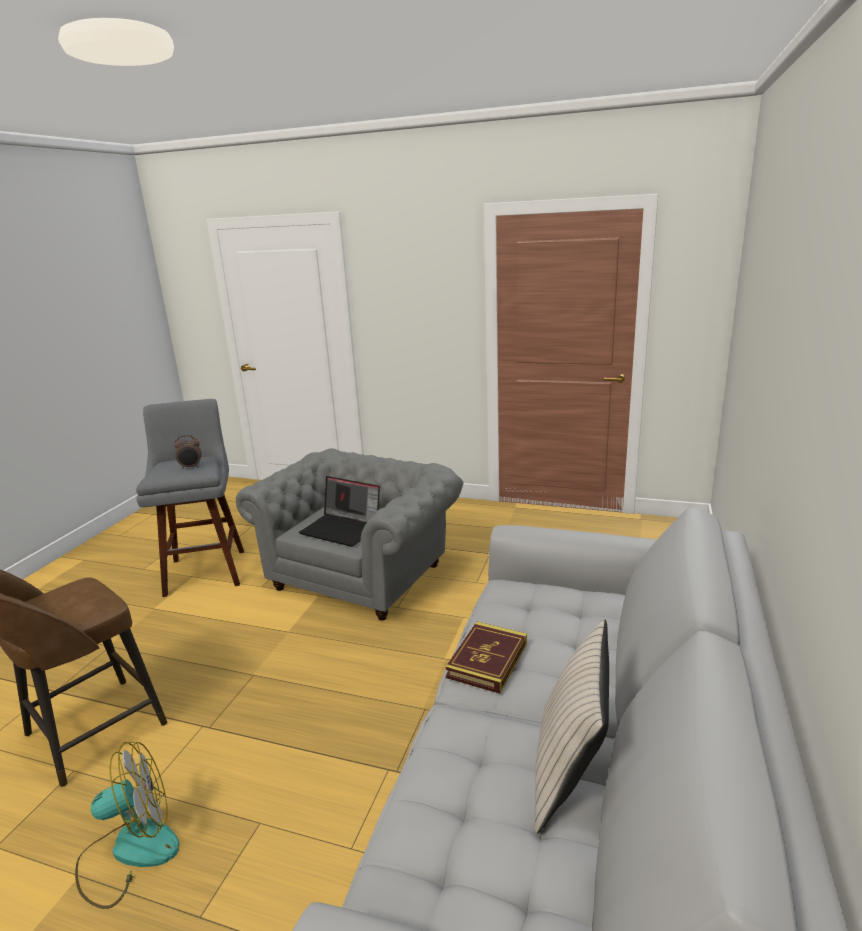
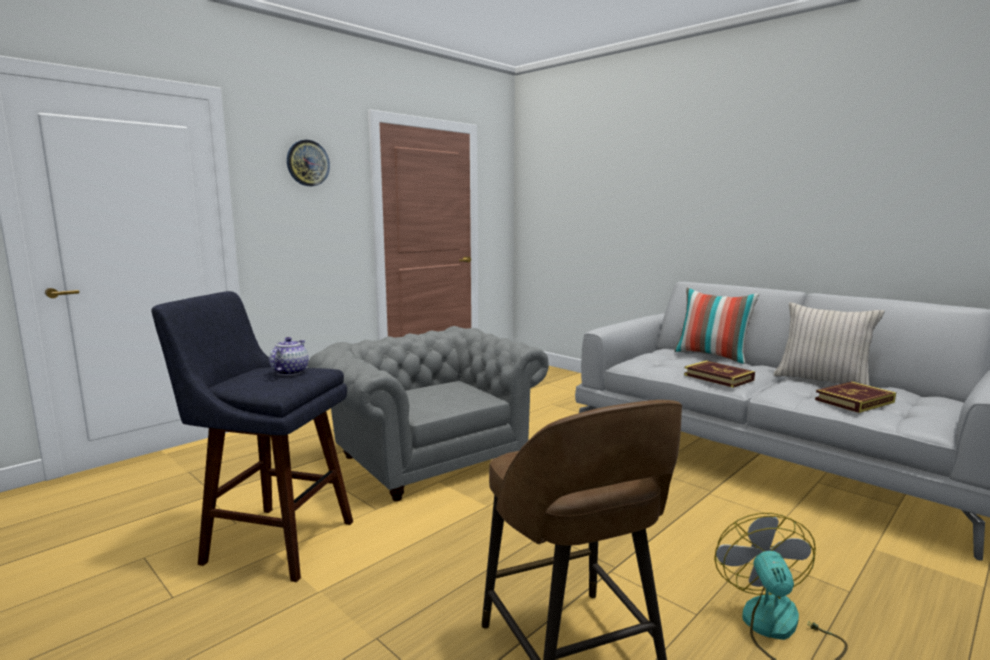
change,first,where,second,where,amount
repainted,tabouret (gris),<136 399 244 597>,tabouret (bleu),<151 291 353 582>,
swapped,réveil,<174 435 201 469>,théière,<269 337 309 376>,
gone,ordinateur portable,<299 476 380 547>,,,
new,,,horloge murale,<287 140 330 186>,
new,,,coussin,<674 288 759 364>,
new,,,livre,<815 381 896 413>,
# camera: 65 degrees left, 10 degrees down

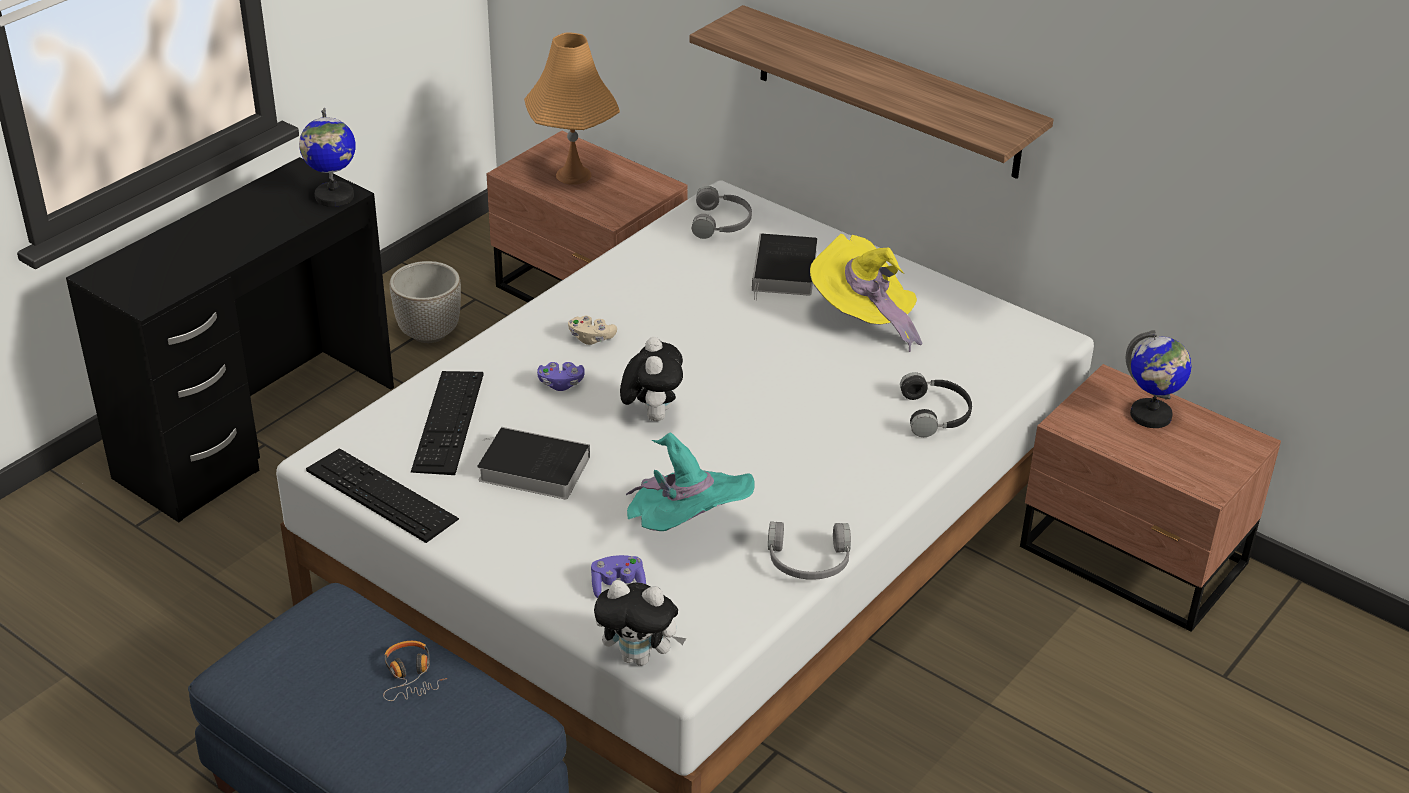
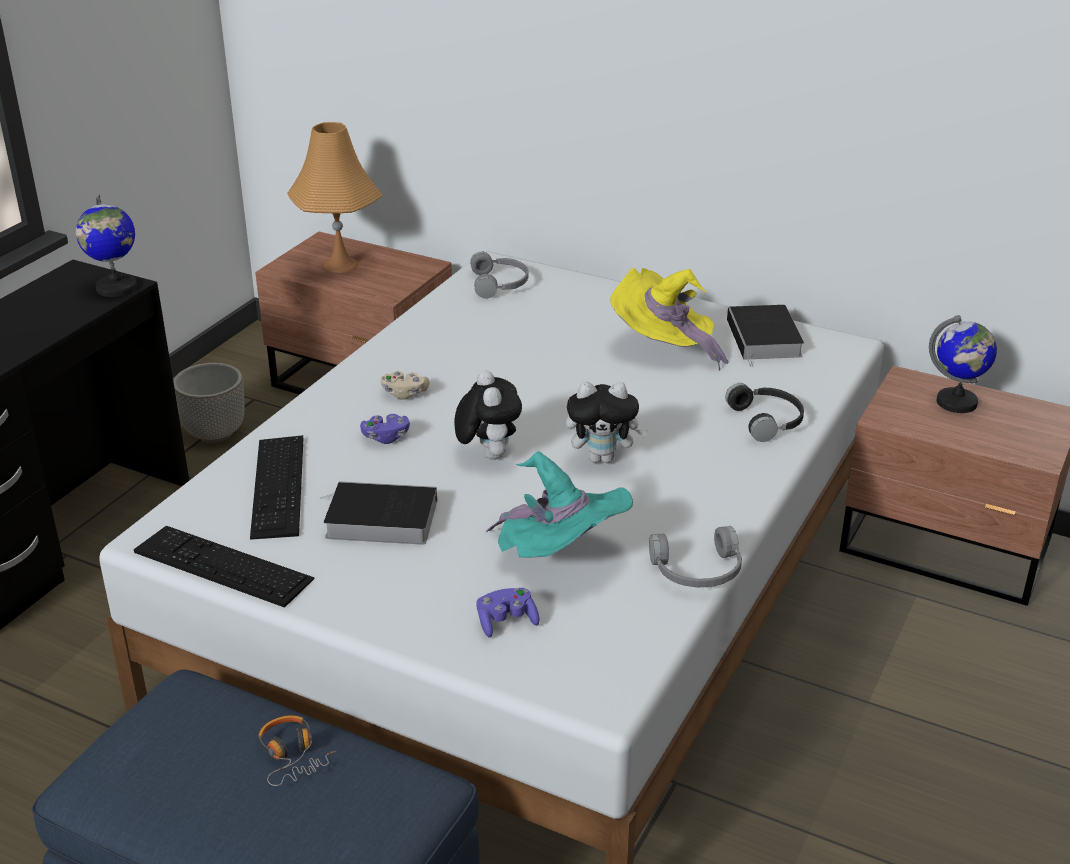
change,first,where,second,where,amount
shifted,peluche,<594 580 686 666>,,<566 382 648 463>,
gone,étagère,<689 5 1054 179>,,,
shifted,livre,<752 233 817 300>,,<727 305 804 367>,
# camera: 10 degrees left, 5 degrees down

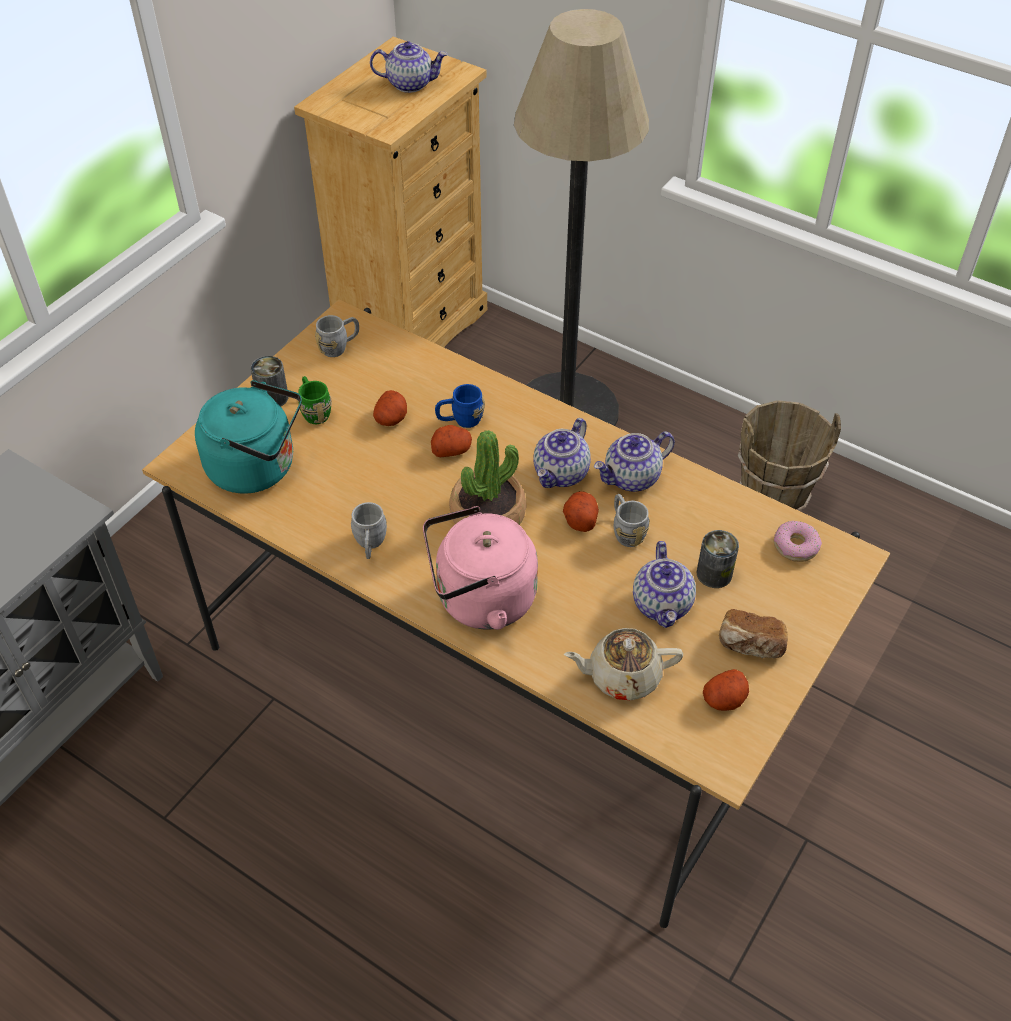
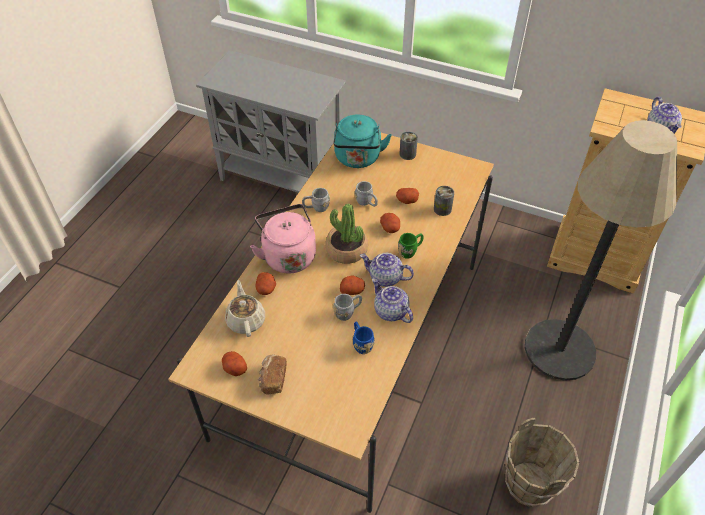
change,first,where,second,where,amount
shifted,mug (vert),<298 376 332 424>,,<398 233 424 259>,
shifted,mug (gris),<315 315 359 357>,,<355 181 378 207>,
shifted,mug (bleu),<435 384 485 428>,,<353 321 375 354>,
gone,théière,<633 541 696 628>,,,
shifted,boîte métallique,<697 530 739 588>,,<434 186 454 216>,
gone,beignet,<773 521 822 562>,,,
new,,,pomme de terre,<255 272 276 295>,
# camera: 80 degrees right, 0 degrees up

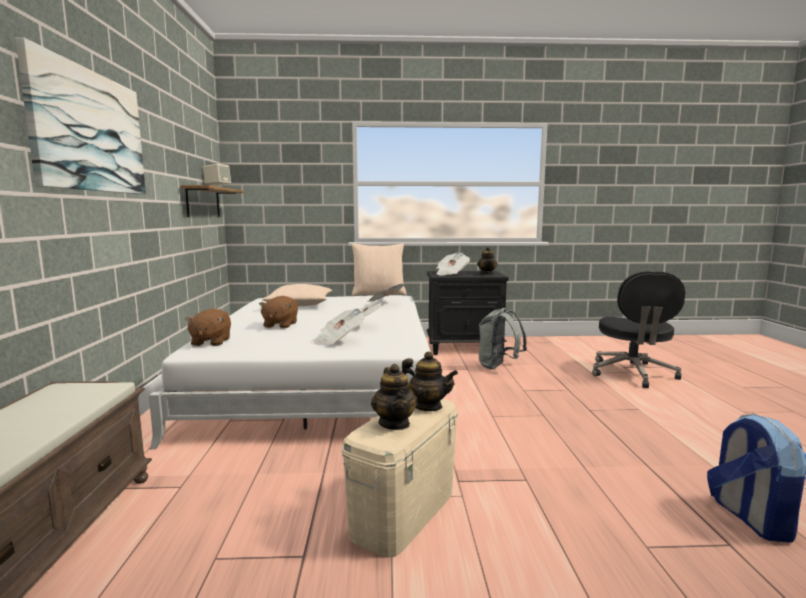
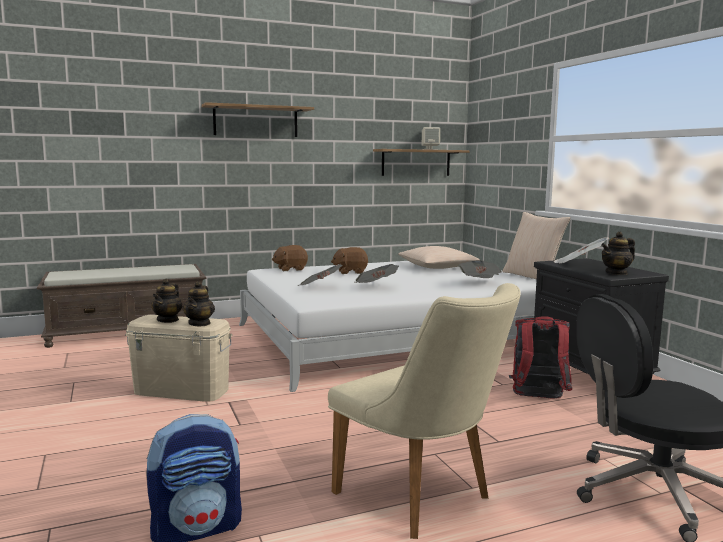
change,first,where,second,where,amount
swapped,tableau,<15 37 146 194>,étagère,<201 102 314 137>,
rotated,théière,<371 364 418 430>,,<151 279 182 323>,45 degrees counterclockwise
repainted,sac à dos (gris),<479 308 527 369>,sac à dos (rouge),<509 316 572 398>,
new,,,chaise (beige),<328 283 521 539>,
# camera: 70 degrees right, 0 degrees up

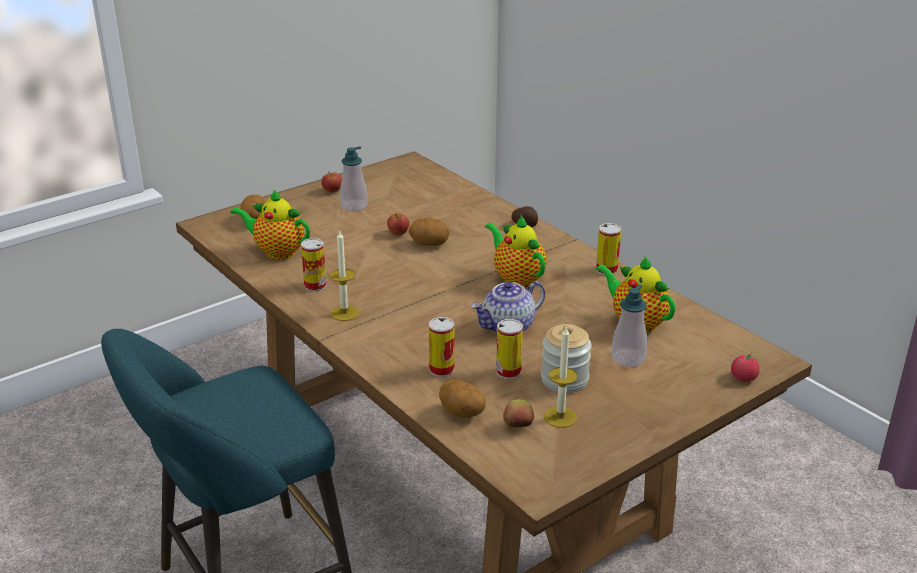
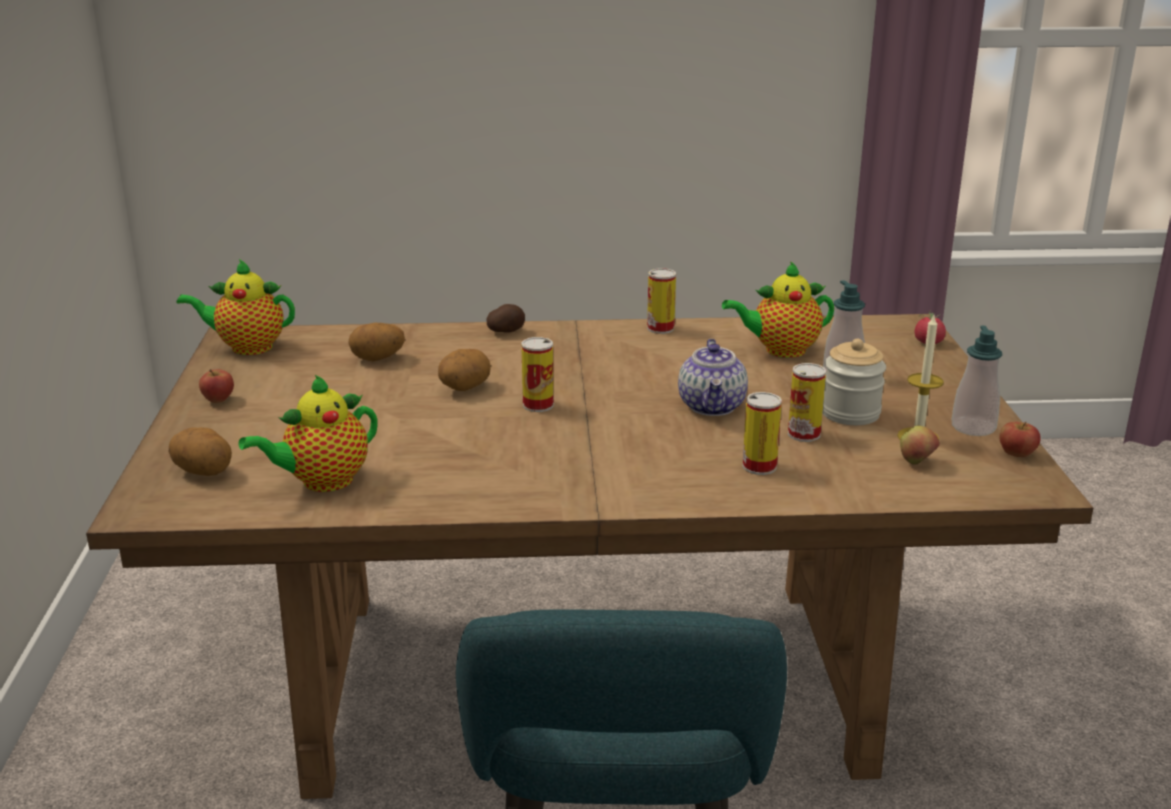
change,first,where,second,where,amount
shifted,boîte métallique,<301 238 327 292>,,<521 337 554 412>,
gone,bougie,<330 230 359 321>,,,
shifted,distributeur de savon,<340 146 367 211>,,<952 326 1002 436>,
shifted,pomme,<387 213 409 236>,,<999 421 1041 457>,
shifted,pomme de terre,<439 380 486 418>,,<349 323 405 361>,
shifted,théière,<485 216 546 288>,,<176 259 295 355>,
# camera: 55 degrees left, 5 degrees down

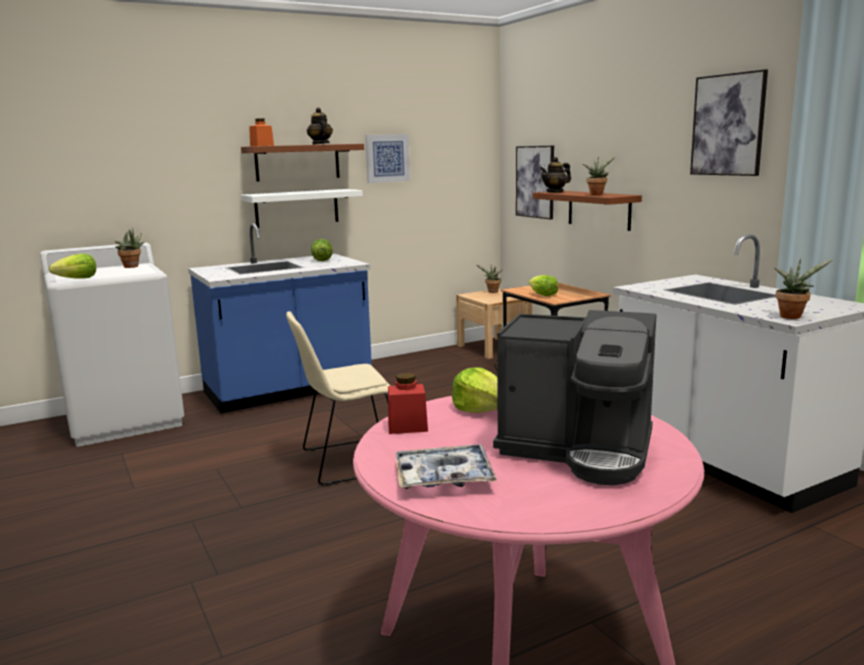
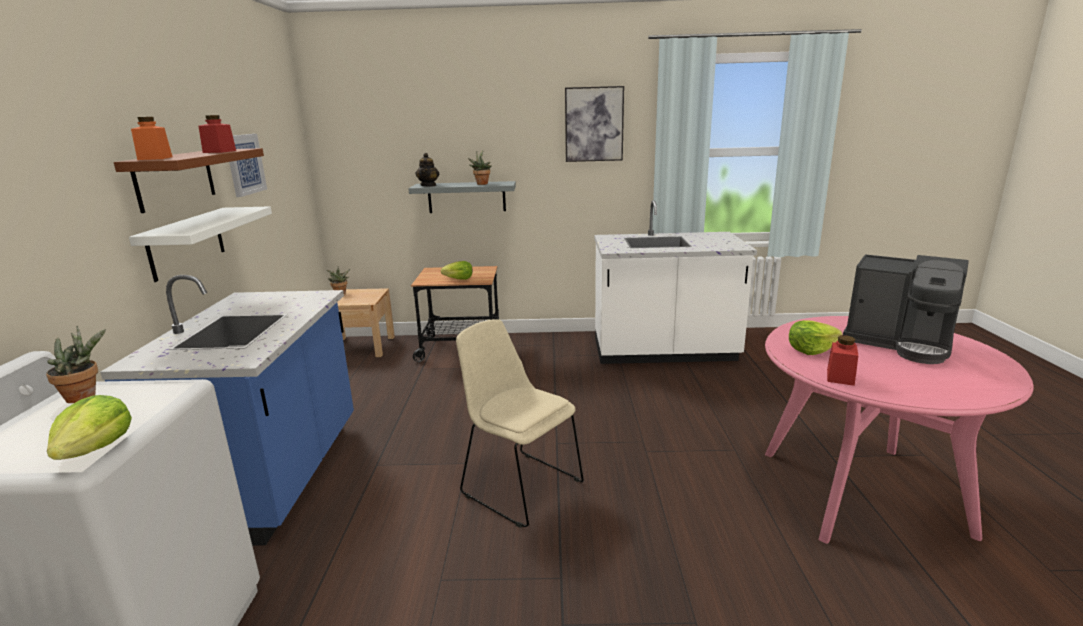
change,first,where,second,where,amount
rotated,chaise (beige),<286 311 390 486>,,<456 319 584 528>,120 degrees clockwise
swapped,théière,<307 107 333 145>,bocal (rouge),<198 115 236 153>,
gone,laitue,<311 239 332 261>,,,
gone,plateau,<395 445 497 489>,,,
rotated,machine à café,<493 310 657 485>,,<843 254 969 364>,75 degrees clockwise
gone,tableau,<516 146 554 219>,,,
repainted,étagère (marron),<532 191 642 231>,étagère (gris),<408 181 516 213>,
gone,plante en pot,<774 259 832 319>,,,
# camera: 60 degrees left, 5 degrees up

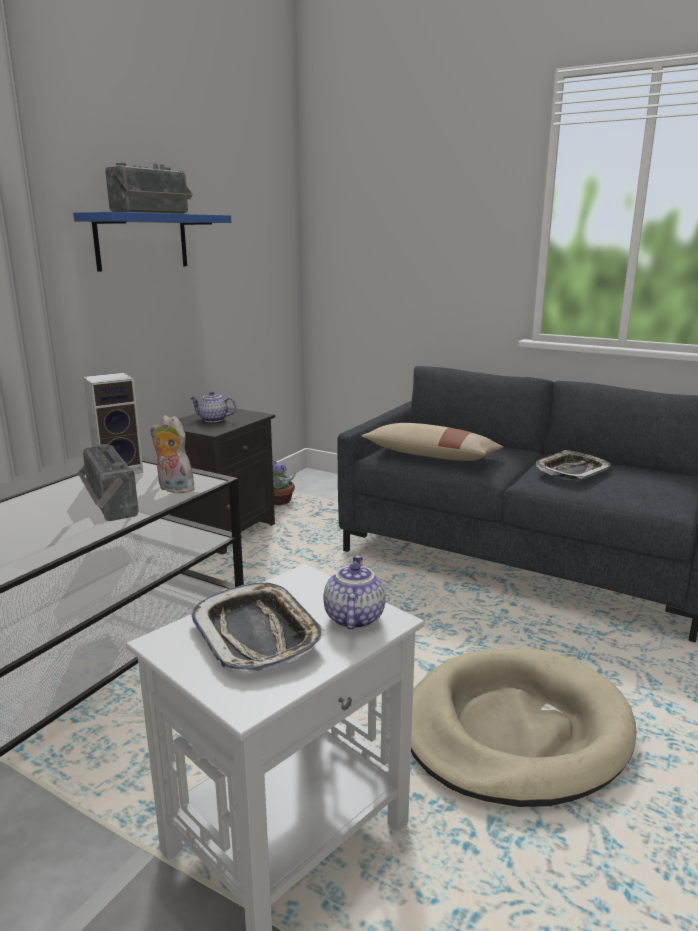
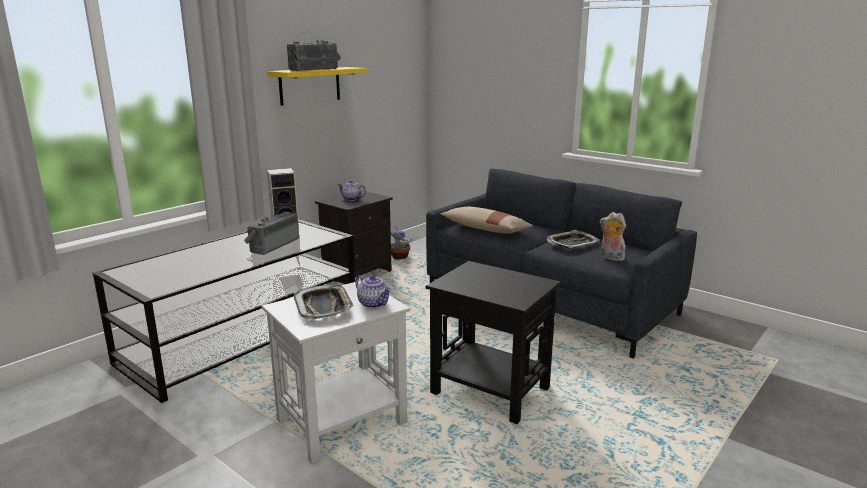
change,first,where,second,where,amount
repainted,étagère (bleu),<73 212 231 272>,étagère (jaune),<267 67 367 106>,
rotated,radio,<78 444 138 521>,,<244 212 299 255>,45 degrees clockwise
shifted,peluche,<150 415 198 493>,,<600 212 626 261>,
rotated,théière,<324 555 385 629>,,<355 275 391 308>,120 degrees clockwise
swapped,panier pour chien (beige),<411 648 637 807>,table d'appoint (noir),<425 261 561 424>,
# camera: 10 degrees right, 0 degrees up

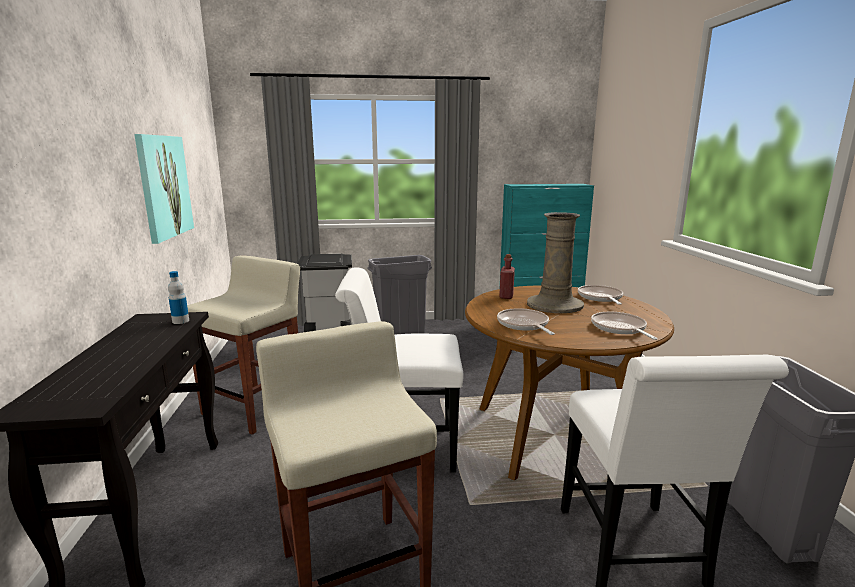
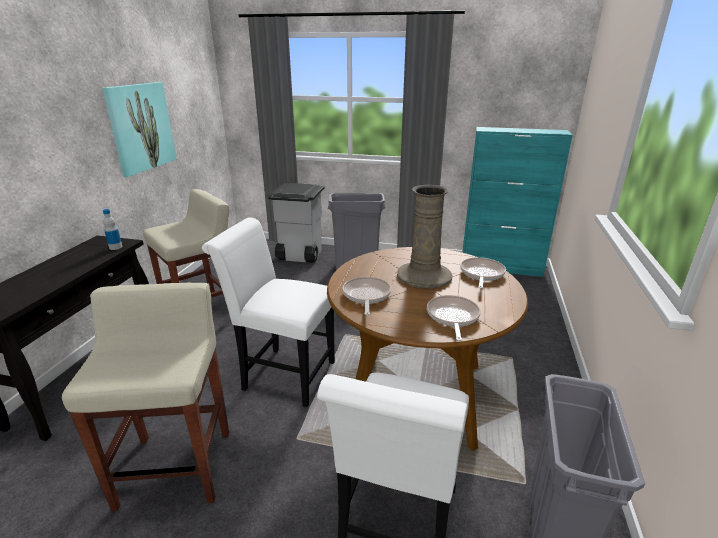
change,first,where,second,where,amount
gone,bouteille (rouge),<499 254 515 299>,,,
# camera: 20 degrees right, 10 degrees up

